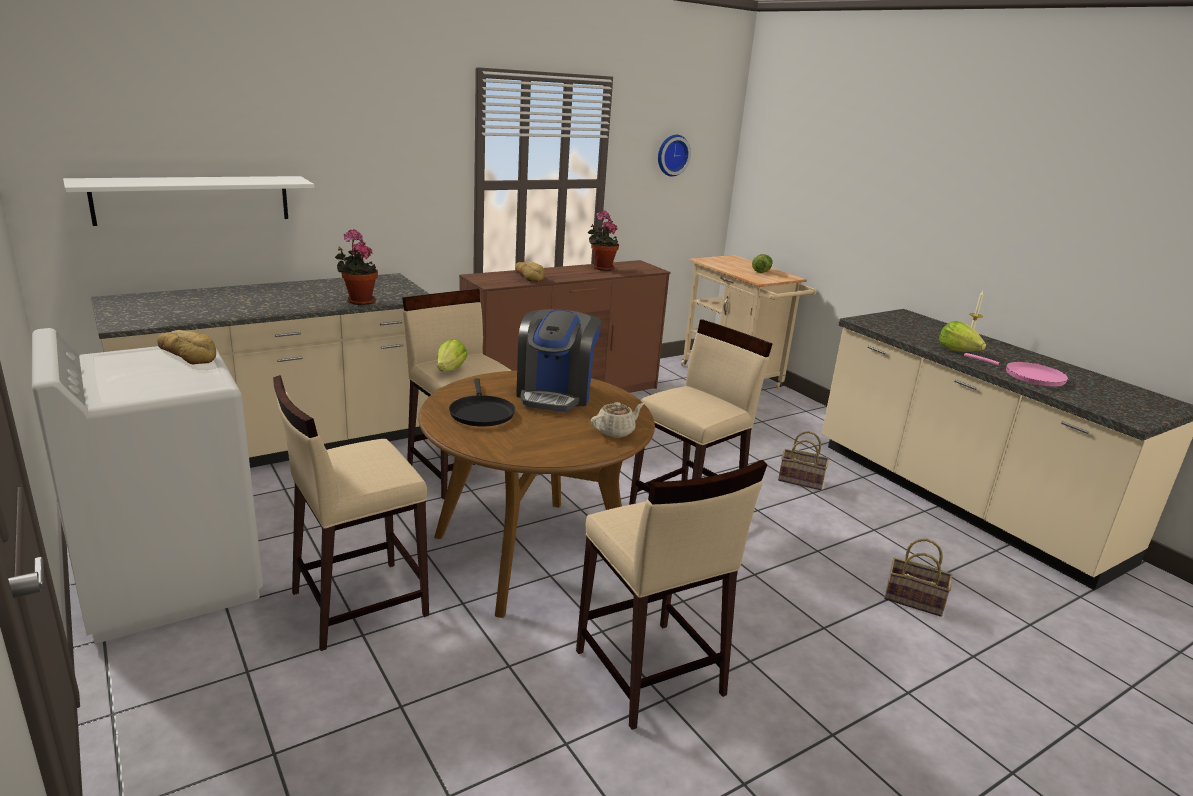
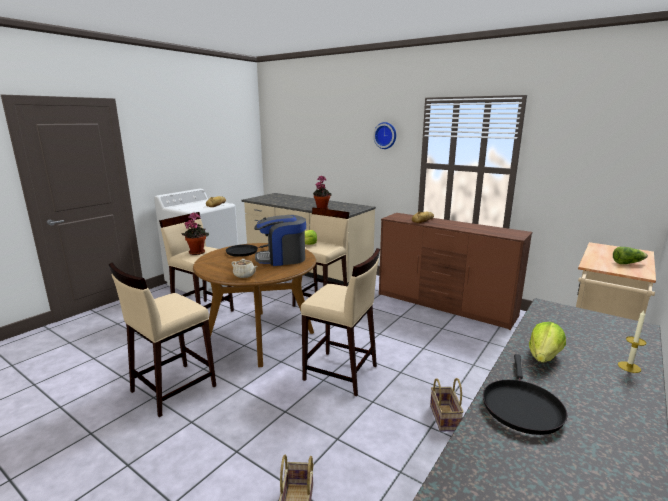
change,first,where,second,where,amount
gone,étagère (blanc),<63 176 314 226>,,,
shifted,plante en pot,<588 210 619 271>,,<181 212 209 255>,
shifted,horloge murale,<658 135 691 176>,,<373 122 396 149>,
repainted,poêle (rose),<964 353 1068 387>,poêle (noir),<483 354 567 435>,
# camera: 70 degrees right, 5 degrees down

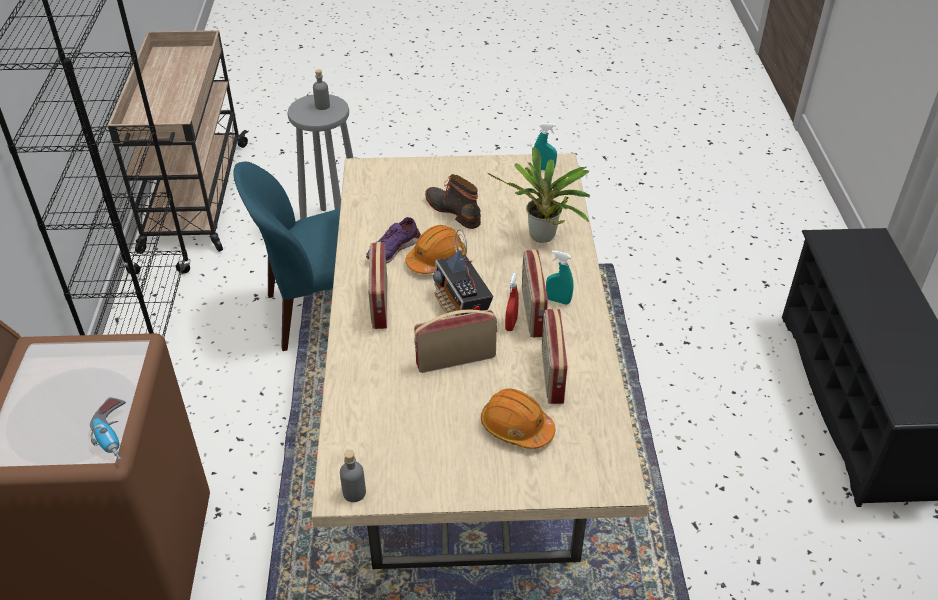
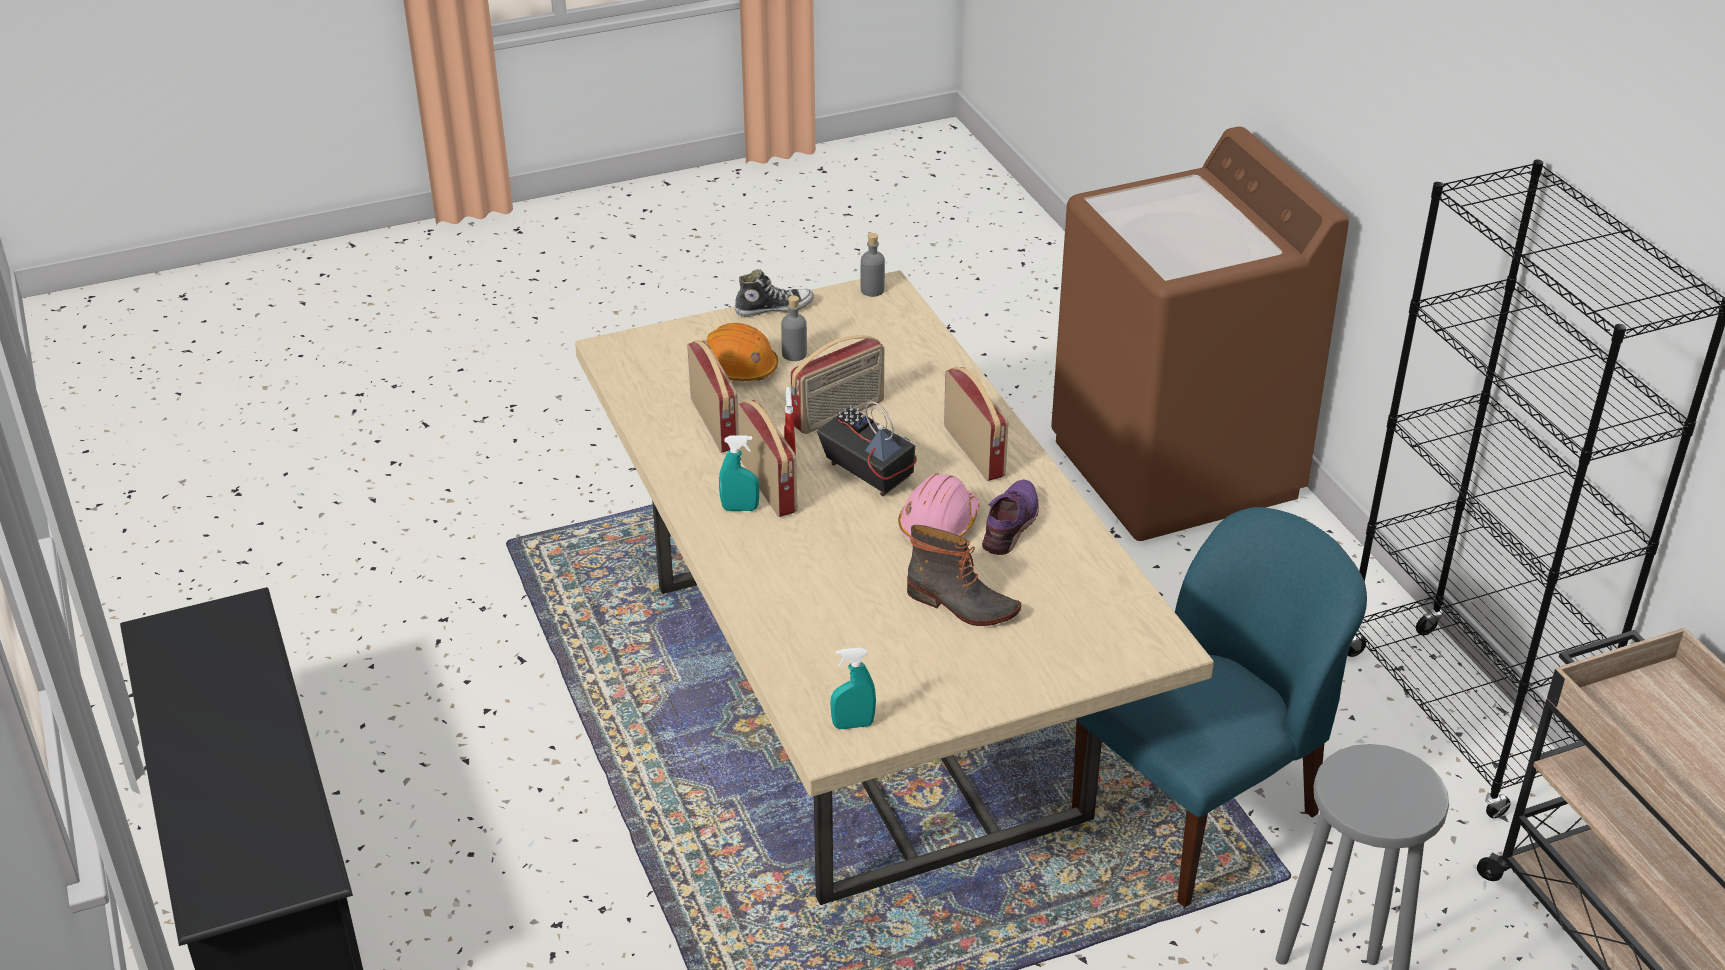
change,first,where,second,where,amount
gone,perceuse,<90 397 126 461>,,,
shifted,bouteille (gris),<313 69 330 110>,,<781 295 807 361>,
repainted,casque de chantier (orange),<405 225 466 274>,casque de chantier (rose),<898 474 980 539>,
gone,plante en pot,<488 147 591 243>,,,
new,,,chaussure,<735 269 814 317>,
# camera: 160 degrees right, 5 degrees down

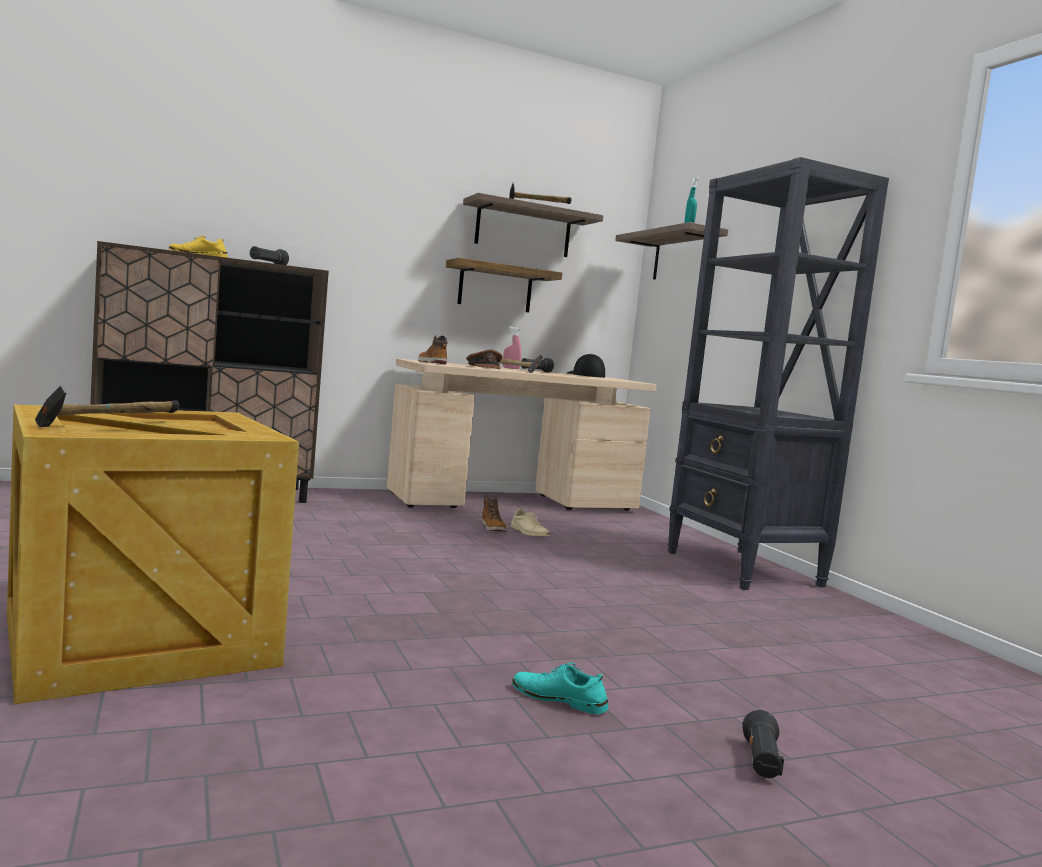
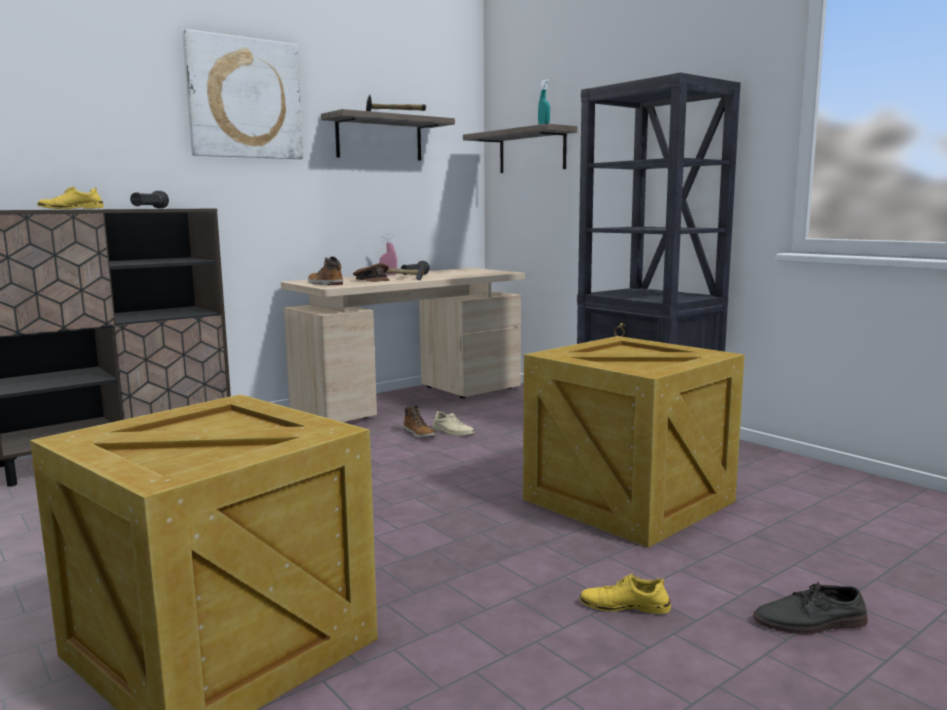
change,first,where,second,where,amount
gone,marteau,<35 386 179 427>,,,
gone,étagère,<446 258 562 312>,,,
repainted,chaussure (turquoise),<512 663 608 714>,chaussure (jaune),<580 573 671 614>,
gone,casquette,<567 354 605 378>,,,
swapped,lampe de poche (noir),<743 710 784 778>,chaussure (gris),<753 582 868 634>,
new,,,tableau,<182 29 303 159>,
new,,,caisse,<523 336 745 548>,
# camera: 15 degrees left, 5 degrees up

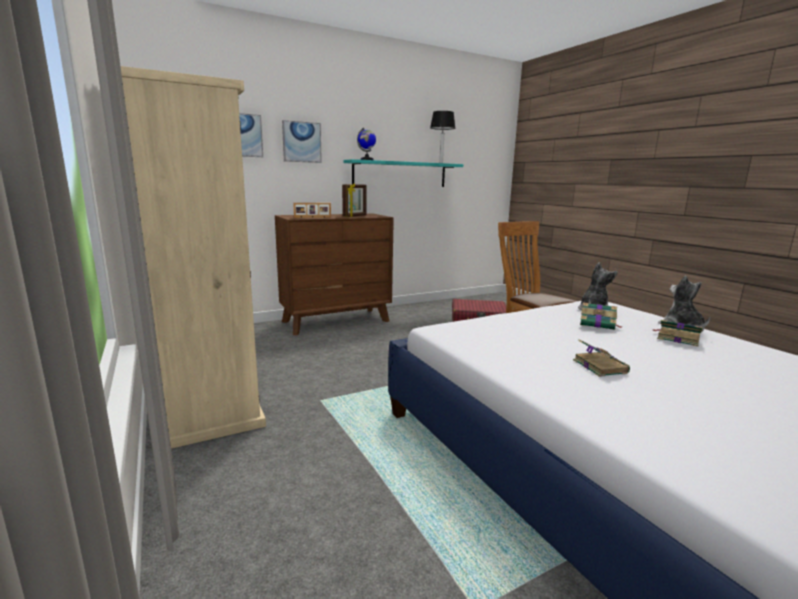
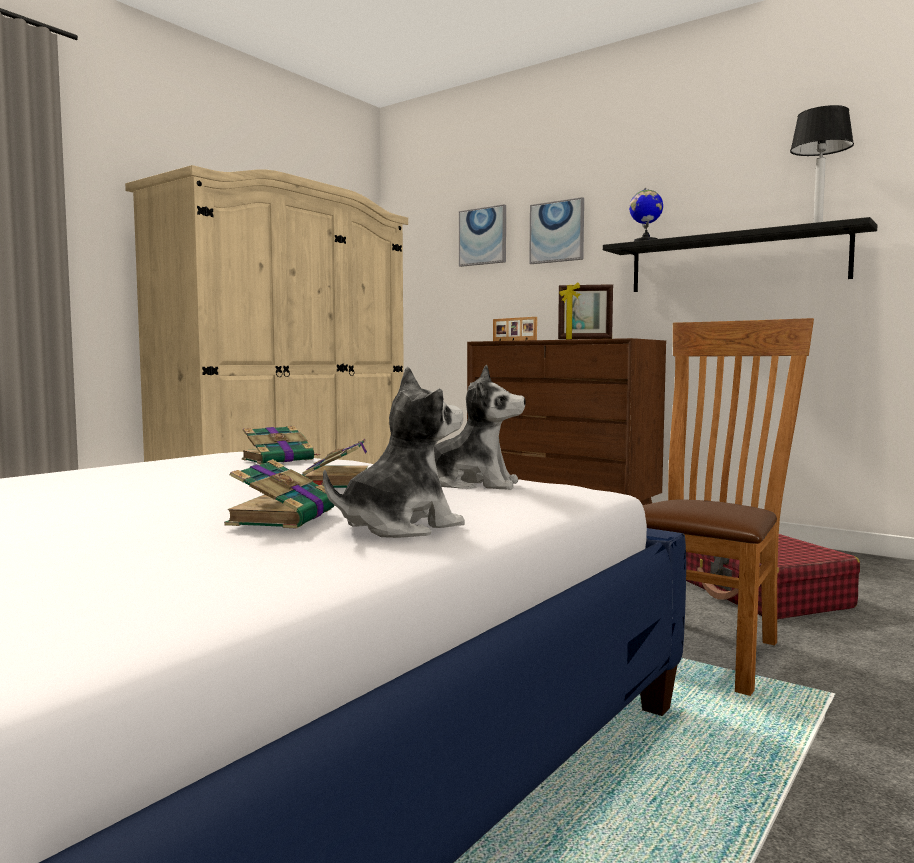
change,first,where,second,where,amount
repainted,étagère (turquoise),<343 159 463 187>,étagère (noir),<603 217 878 292>,
shifted,livre,<573 340 630 377>,,<242 426 320 464>,
# camera: 65 degrees right, 10 degrees down

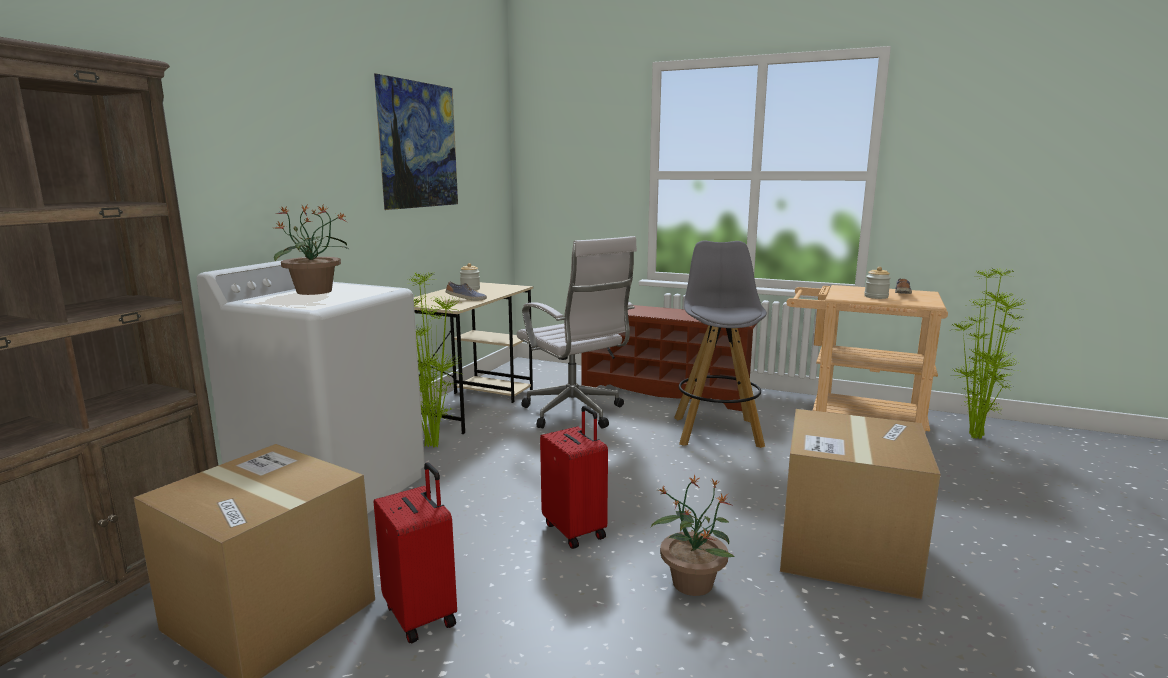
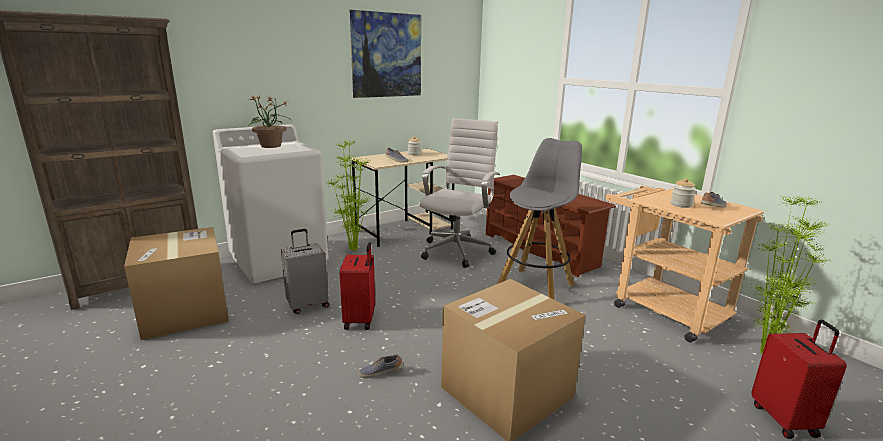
change,first,where,second,where,amount
shifted,valise (rouge),<374 462 457 643>,,<751 320 847 439>,
rotated,chaise de bureau (blanc),<517 236 637 429>,,<419 118 500 268>,150 degrees counterclockwise
swapped,plante en pot,<650 474 736 596>,chaussure,<358 354 403 378>,
new,,,valise (gris),<281 229 329 314>,
# camera: 30 degrees right, 5 degrees up

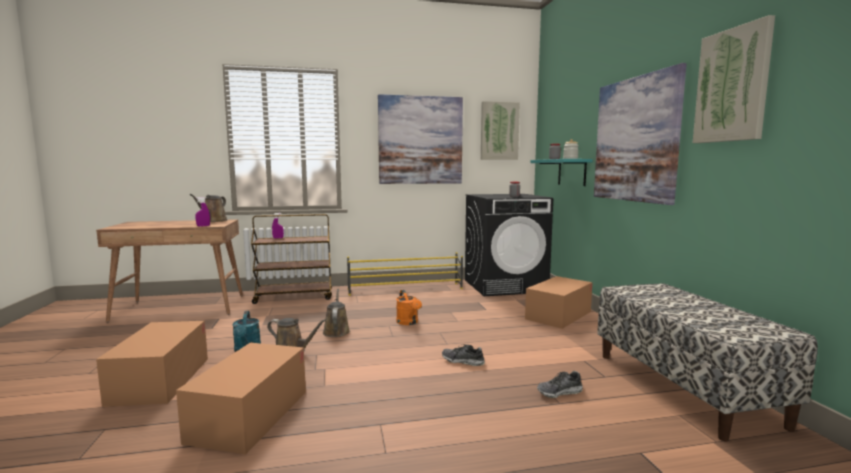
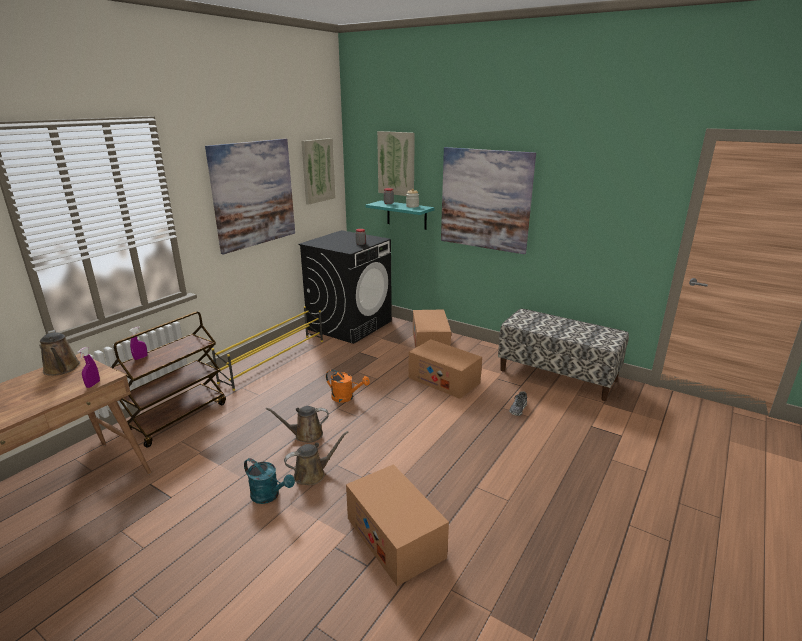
change,first,where,second,where,amount
shifted,carton,<96 321 208 407>,,<408 339 482 399>,
rotated,arrosoir (marron),<323 289 350 337>,,<266 406 329 443>,45 degrees counterclockwise
gone,chaussure,<442 344 485 366>,,,
shifted,tableau,<693 15 775 143>,,<377 131 415 196>,
# camera: 45 degrees left, 15 degrees up

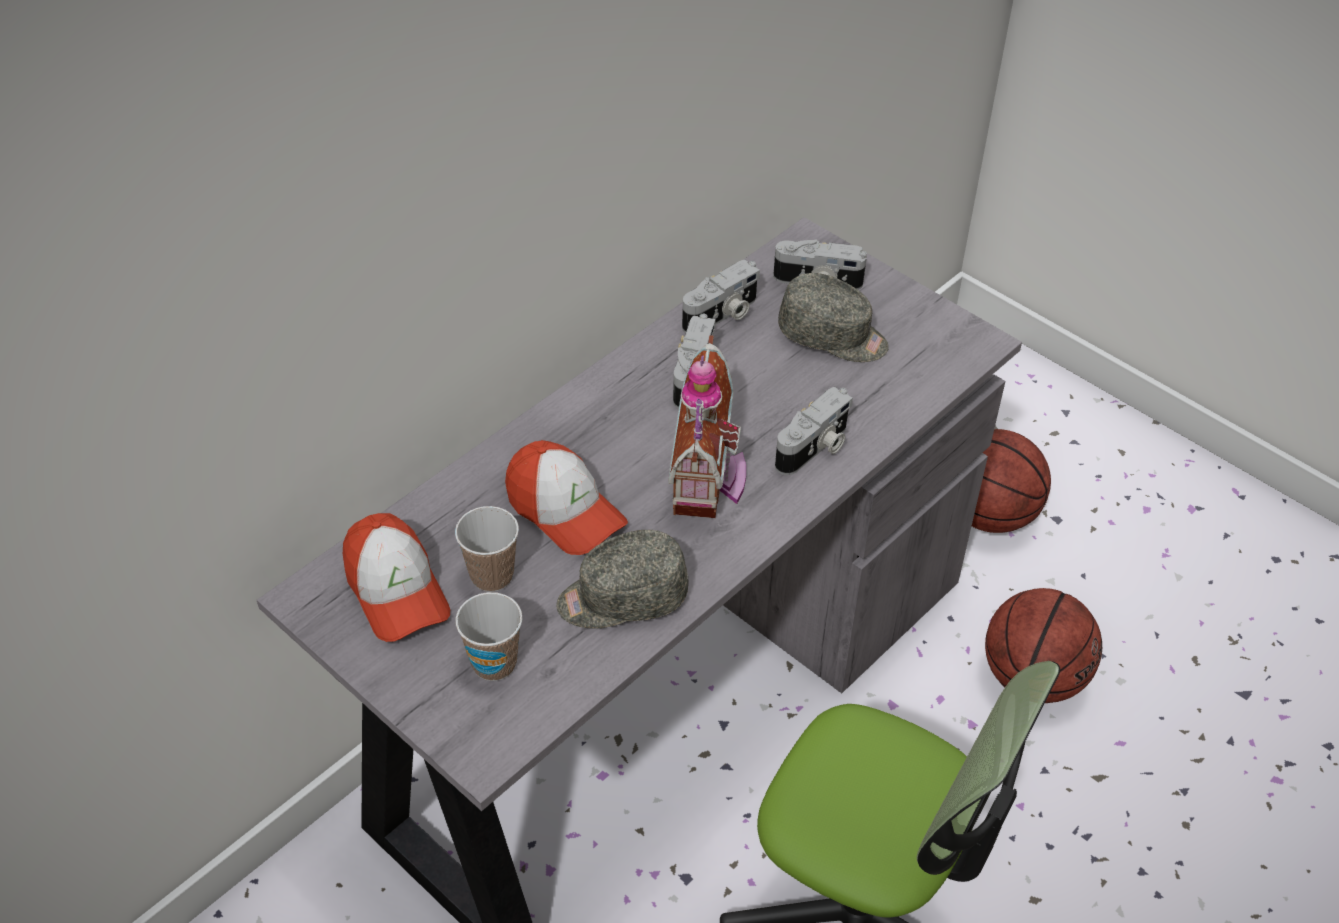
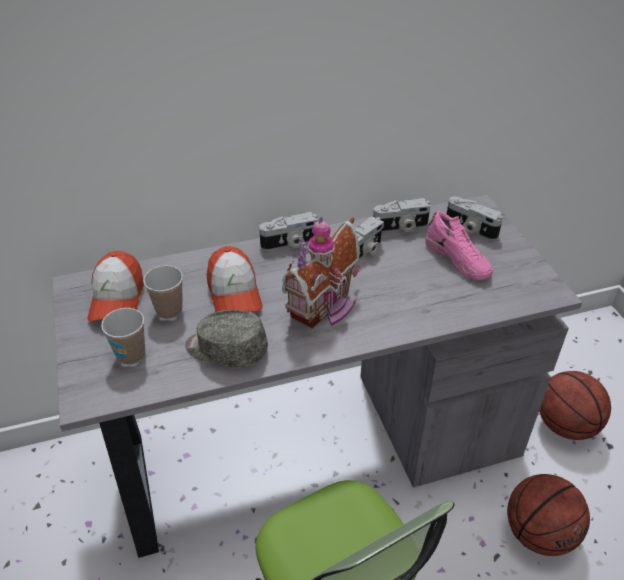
change,first,where,second,where,amount
shifted,appareil photo,<775 387 853 475>,,<259 212 317 251>,
swapped,casquette (gris),<778 273 889 362>,chaussure (rose),<426 211 493 280>,
# camera: 30 degrees right, 5 degrees down

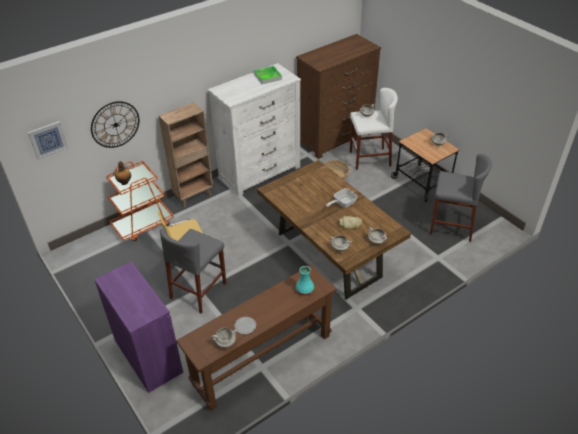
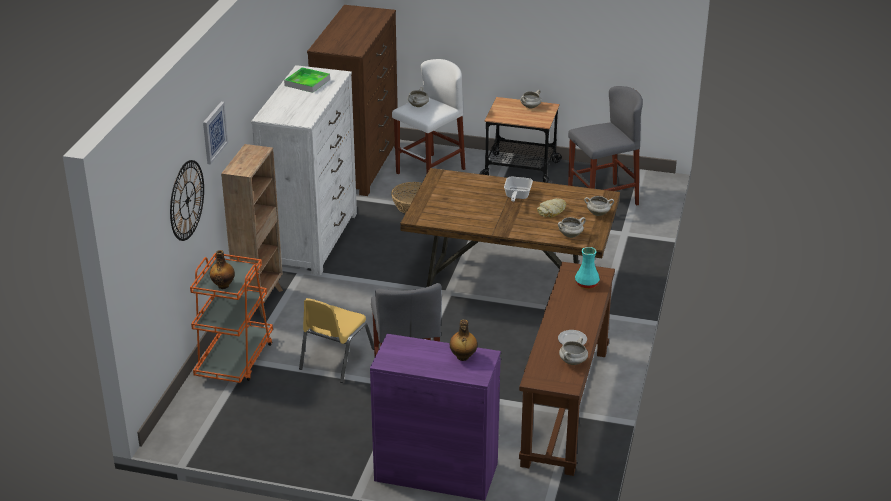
change,first,where,second,where,amount
shifted,tableau,<28 121 68 160>,,<203 102 228 164>,
new,,,bouteille,<450 319 477 361>,
# camera: 40 degrees left, 10 degrees down

